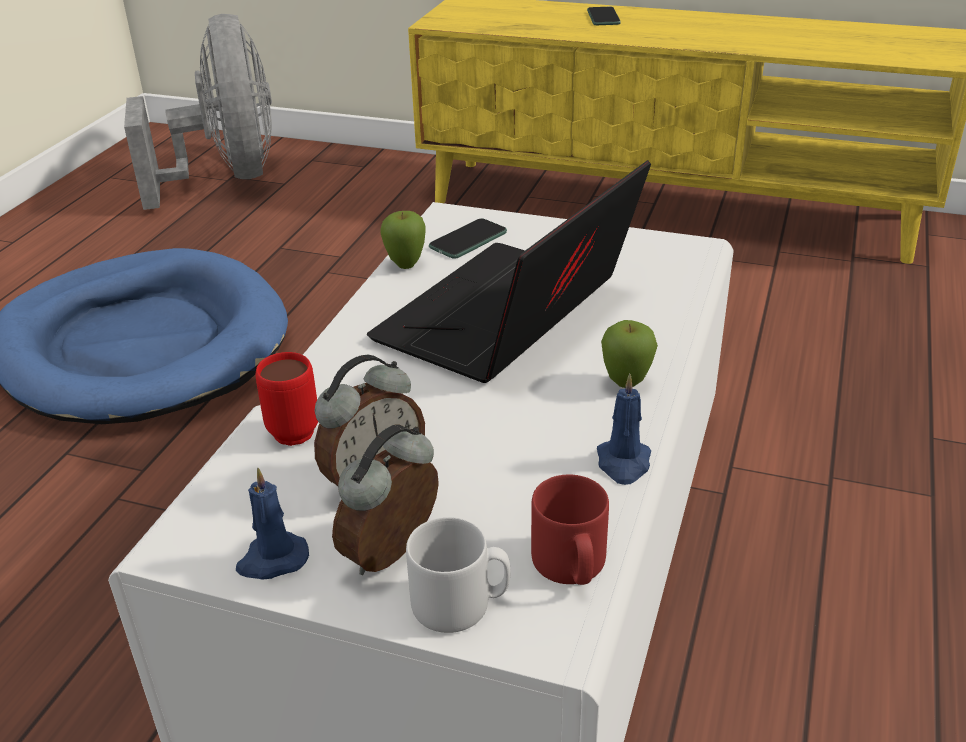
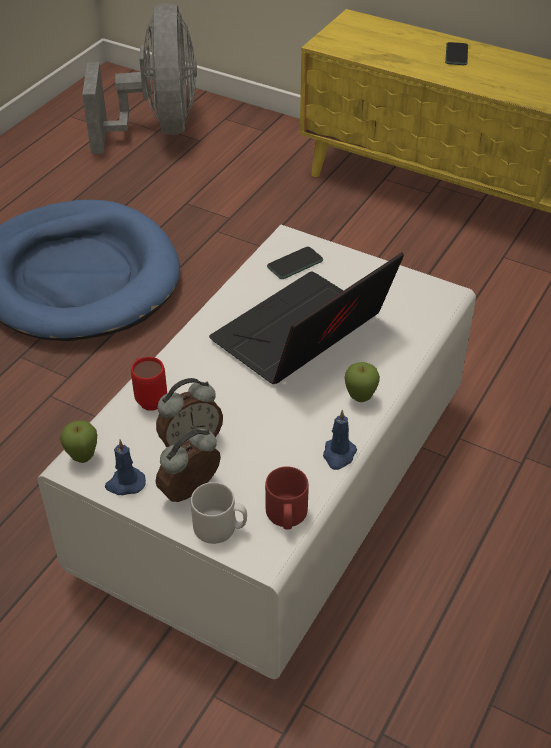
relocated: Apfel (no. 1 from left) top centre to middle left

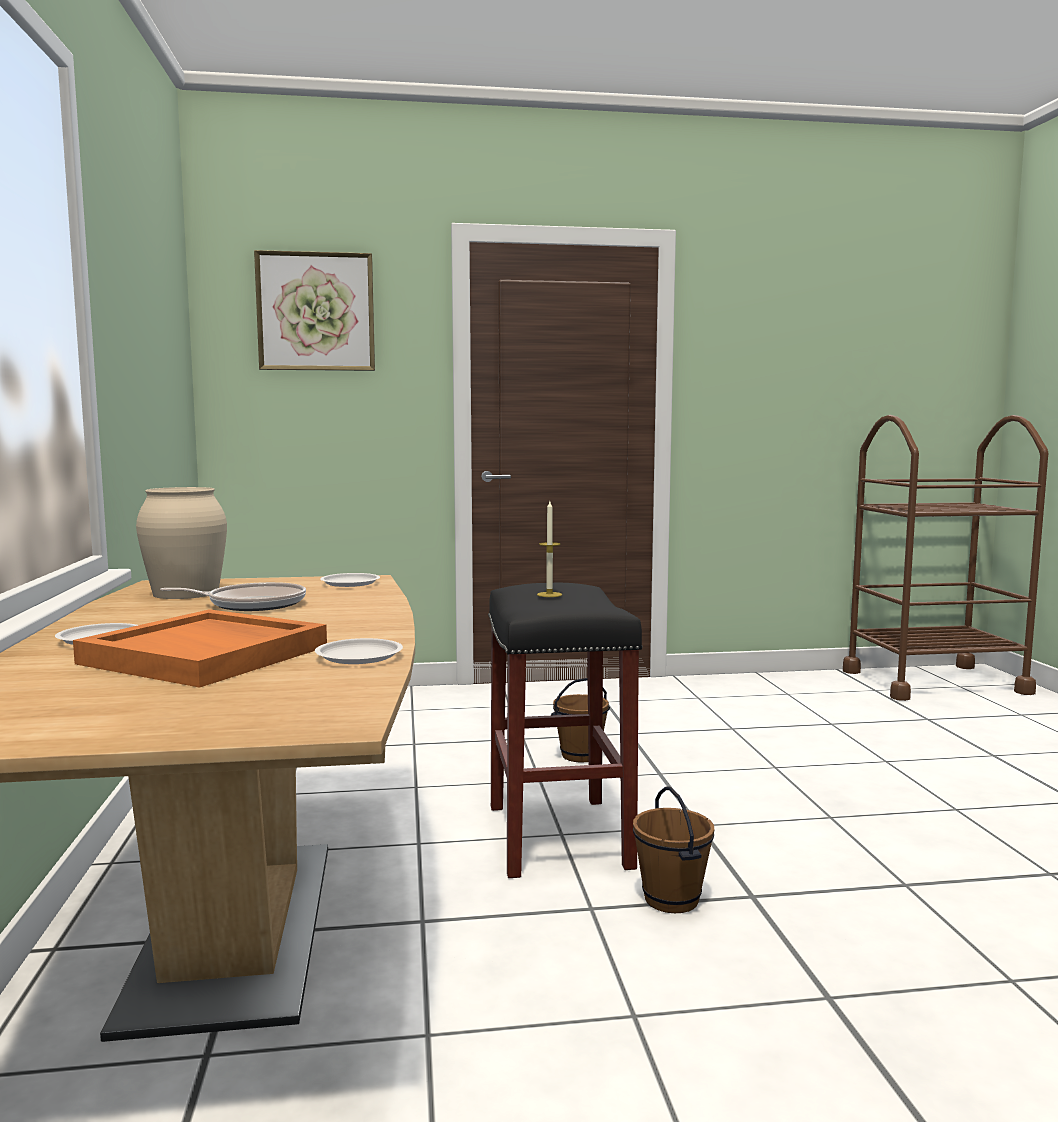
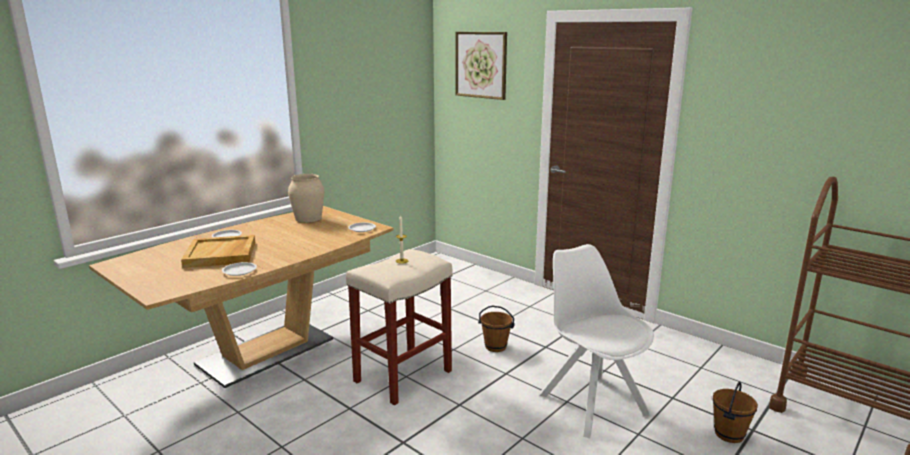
missing: Pfanne middle left
appeared: Stuhl/weiß bottom centre
relocated: Eimer/braun (no. 2 from left) bottom centre to bottom right
colour: Tablett/orange middle left to Tablett/beige middle left; Hocker/schwarz centre to Hocker/beige bottom centre

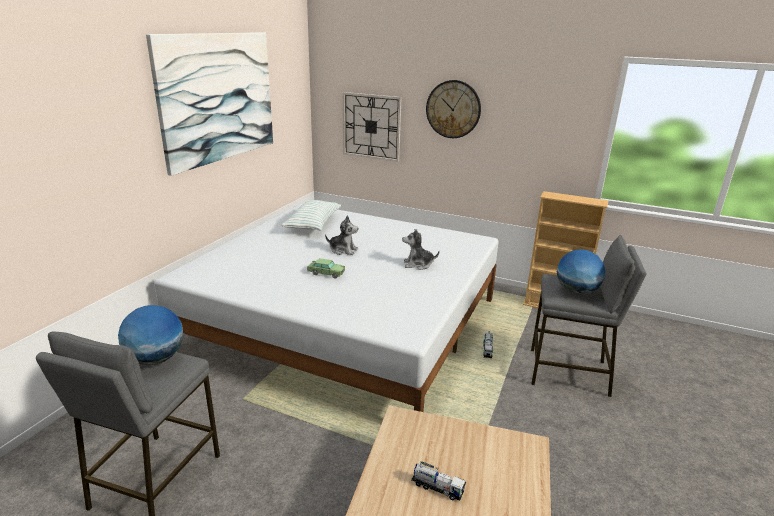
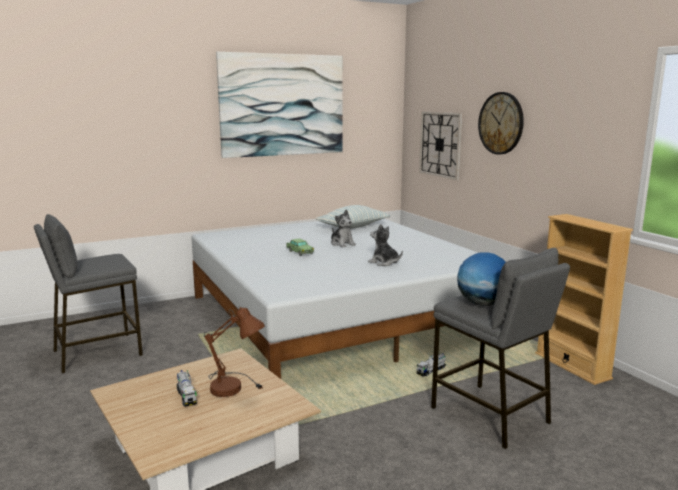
missing: Globus (no. 1 from left) middle left
appeared: Tischlampe/braun bottom centre

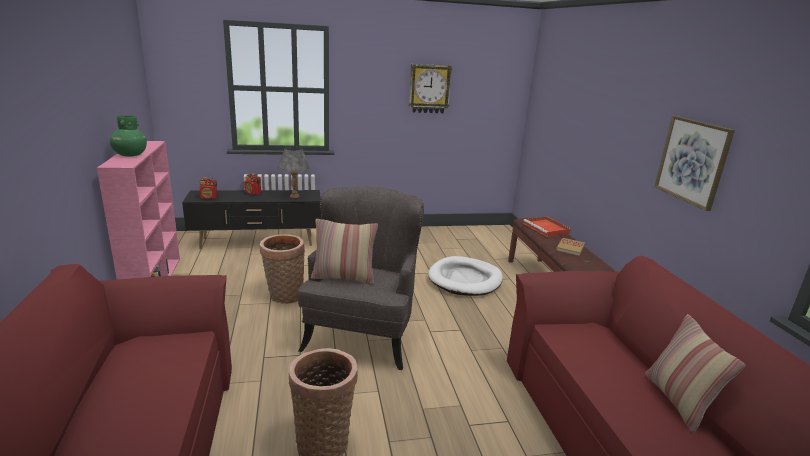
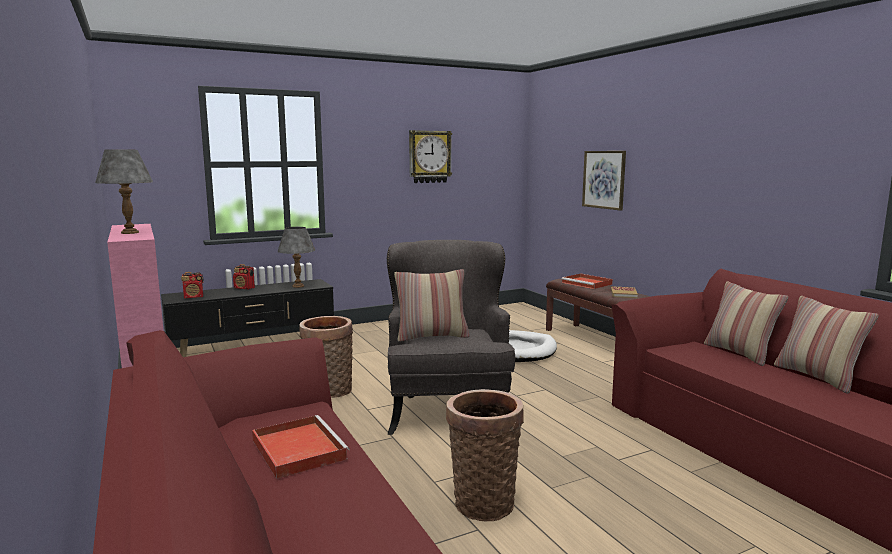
appeared: Tablett/rot (no. 1 from left) bottom centre; Kissen (no. 2 from left) middle right
relocated: Bild middle right to top right
exchanged: Vase/grün top left to Tischlampe/grau (no. 1 from left) middle left

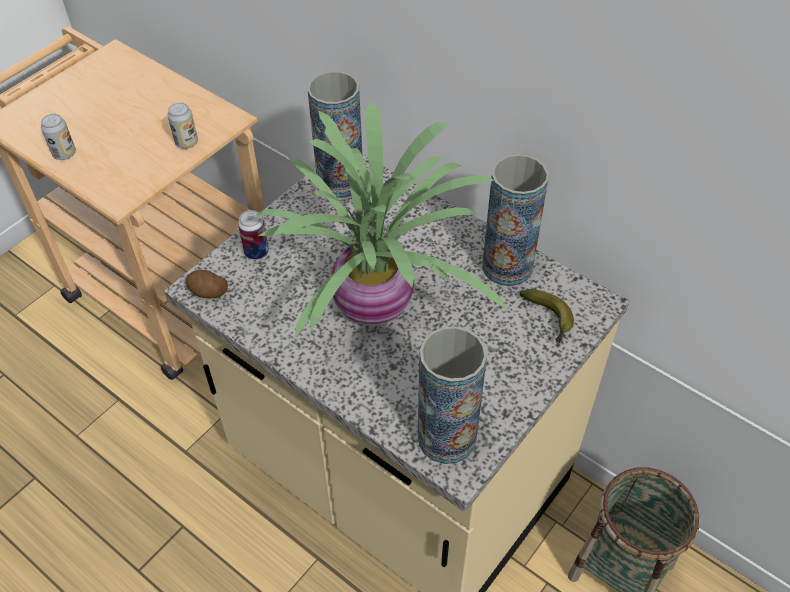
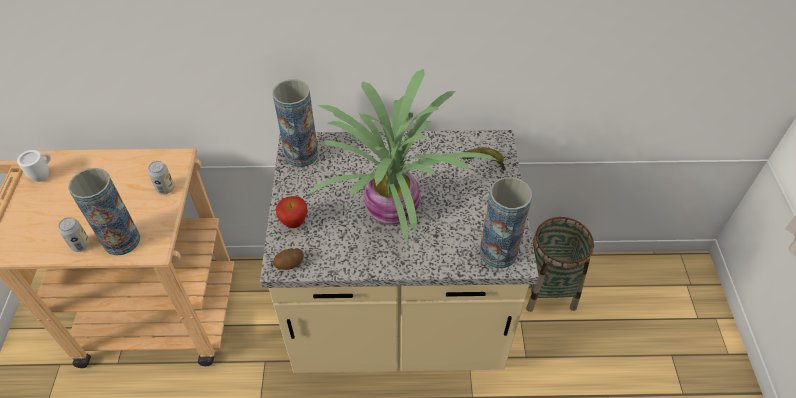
appeared: Henkelbecher/weiß middle left
relocated: Vase (no. 3 from left in the first image) centre to Vase (no. 1 from left) middle left
exchanged: Dose (no. 3 from left) middle left to Apfel centre

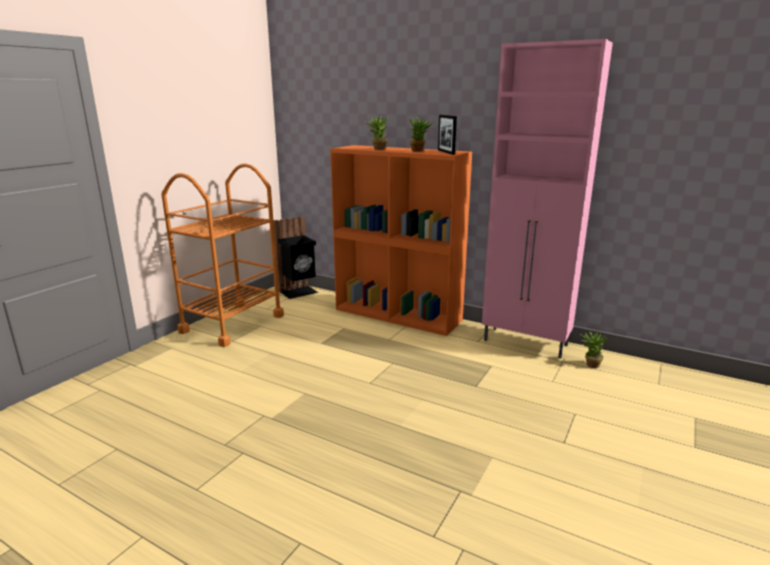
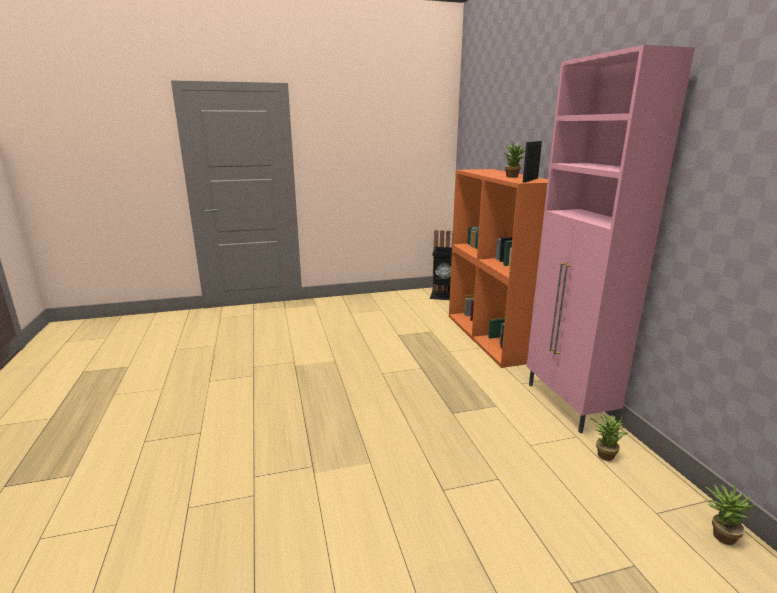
missing: Rollwagen/orange middle left
relocated: Topfpflanze (no. 1 from left in the first image) top centre to Topfpflanze (no. 3 from left) bottom right

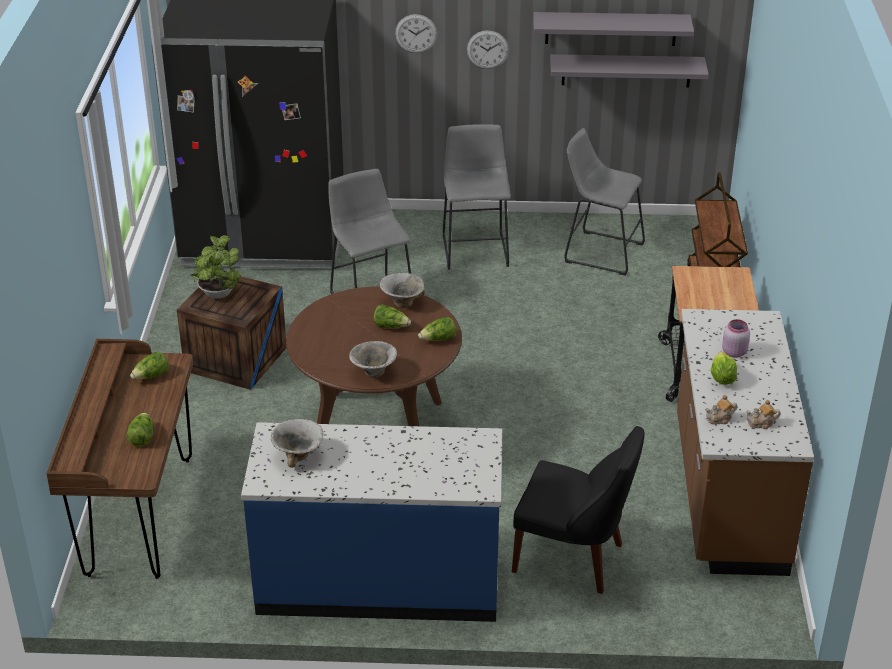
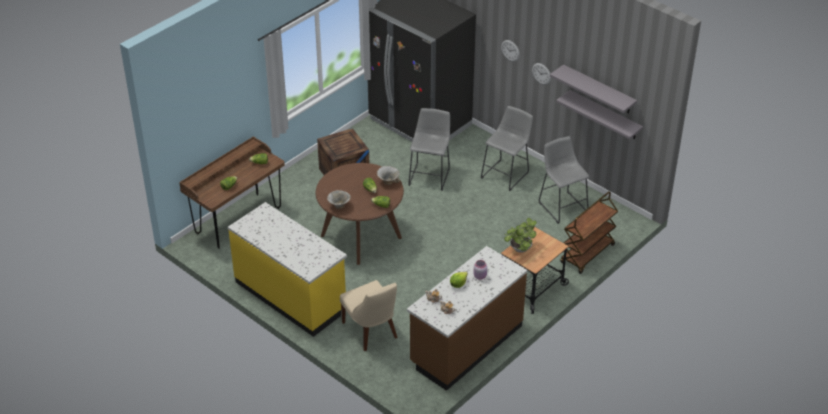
missing: Schüssel (no. 1 from left) middle left
relocated: Topfpflanze middle left to centre
colour: Küchenzeile/blau bottom centre to Küchenzeile/gelb centre; Stuhl/schwarz bottom centre to Stuhl/beige bottom centre

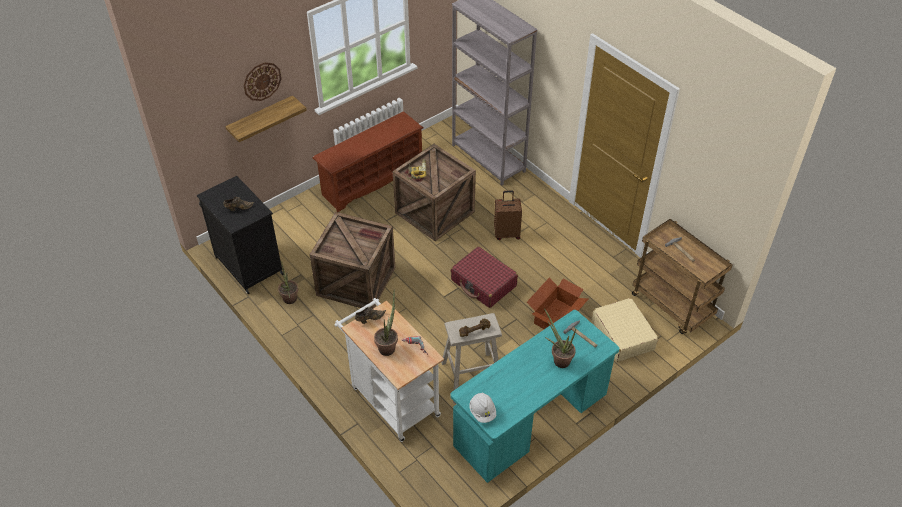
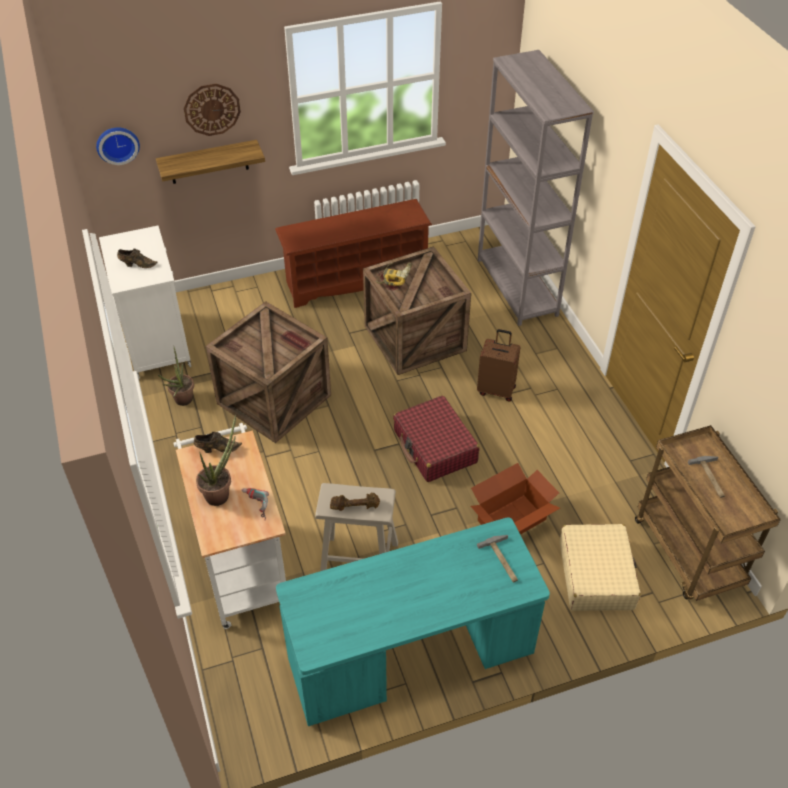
missing: Schutzhelm/weiß bottom centre; Topfpflanze (no. 3 from left) bottom centre
appeared: Wanduhr (no. 1 from left) top left
colour: Schrank/schwarz middle left to Schrank/weiß middle left

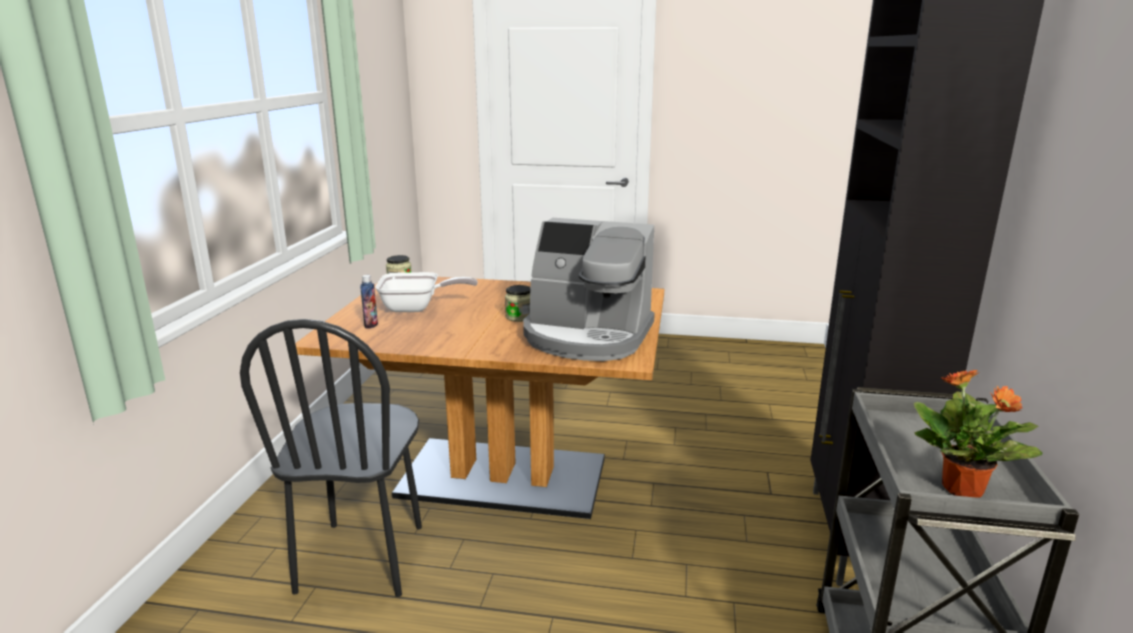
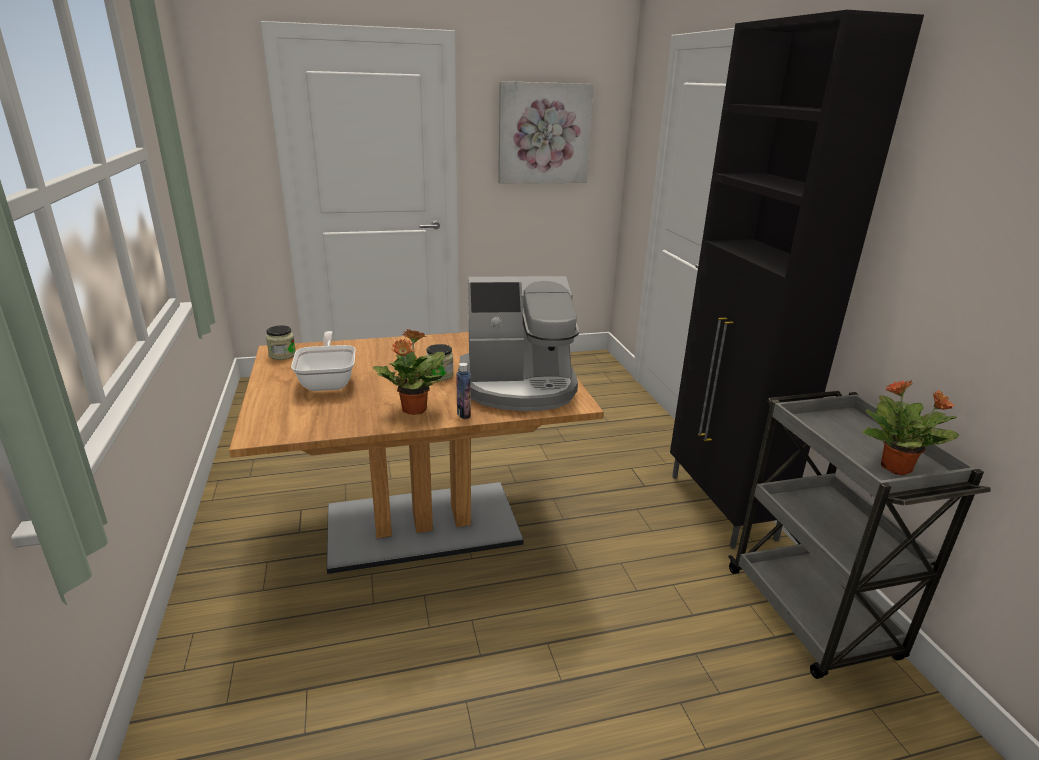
missing: Stuhl/schwarz bottom left
appeared: Topfpflanze (no. 1 from left) centre; Bild top centre
relocated: Flasche middle left to centre
spun: Pfanne centre = middle left 75 degrees counterclockwise

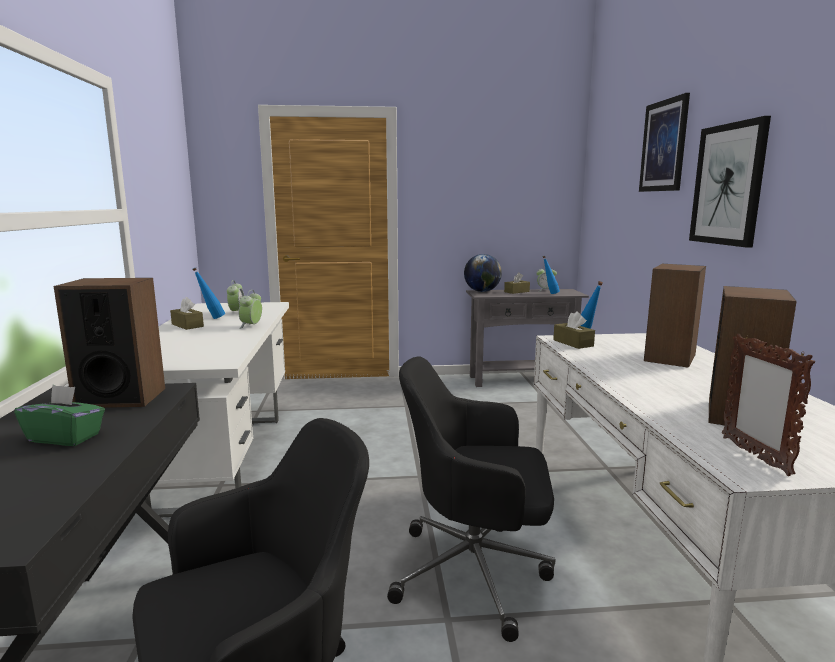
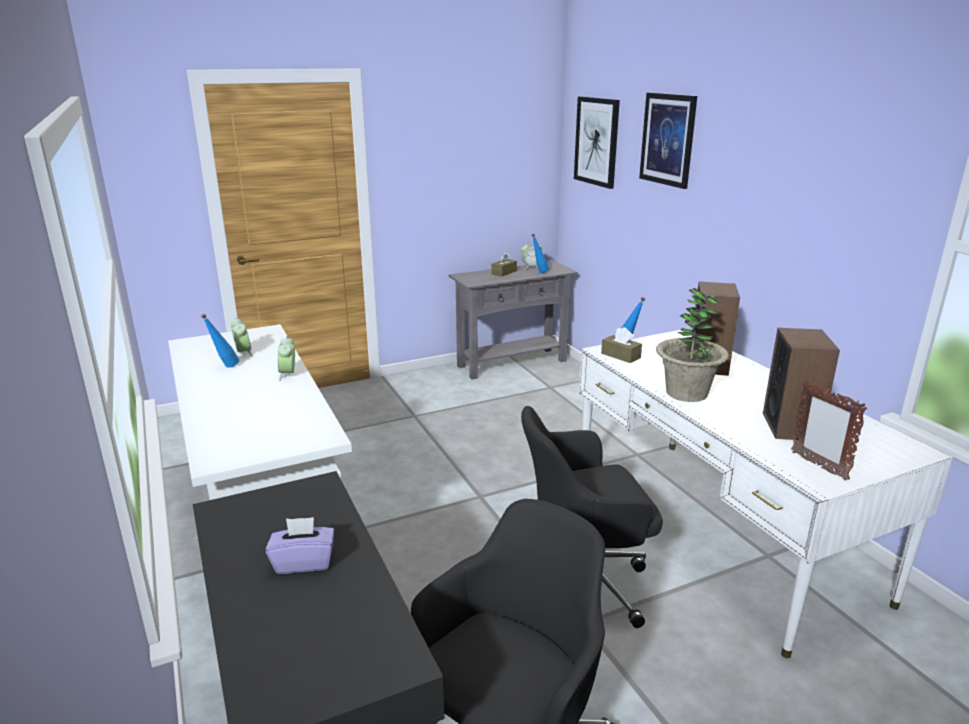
missing: Lautsprecher (no. 1 from left) middle left; Taschentuchbox/braun (no. 1 from left) middle left; Globus centre
appeared: Topfpflanze middle right
relocated: Bild (no. 2 from left in the first image) top right to Bild (no. 1 from left) top centre
colour: Taschentuchbox/grün middle left to Taschentuchbox/lila bottom left

